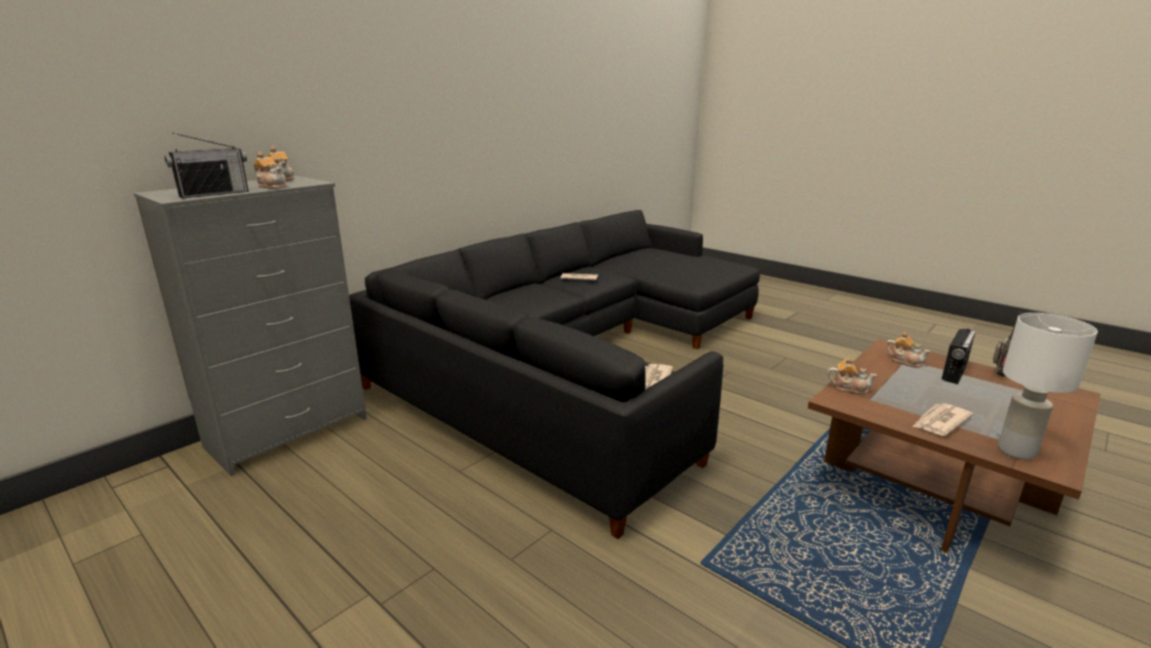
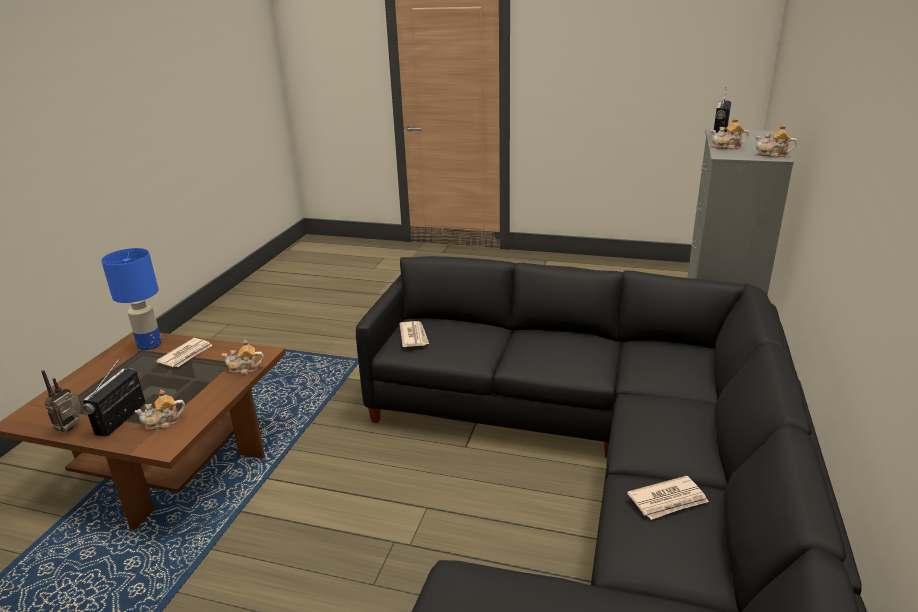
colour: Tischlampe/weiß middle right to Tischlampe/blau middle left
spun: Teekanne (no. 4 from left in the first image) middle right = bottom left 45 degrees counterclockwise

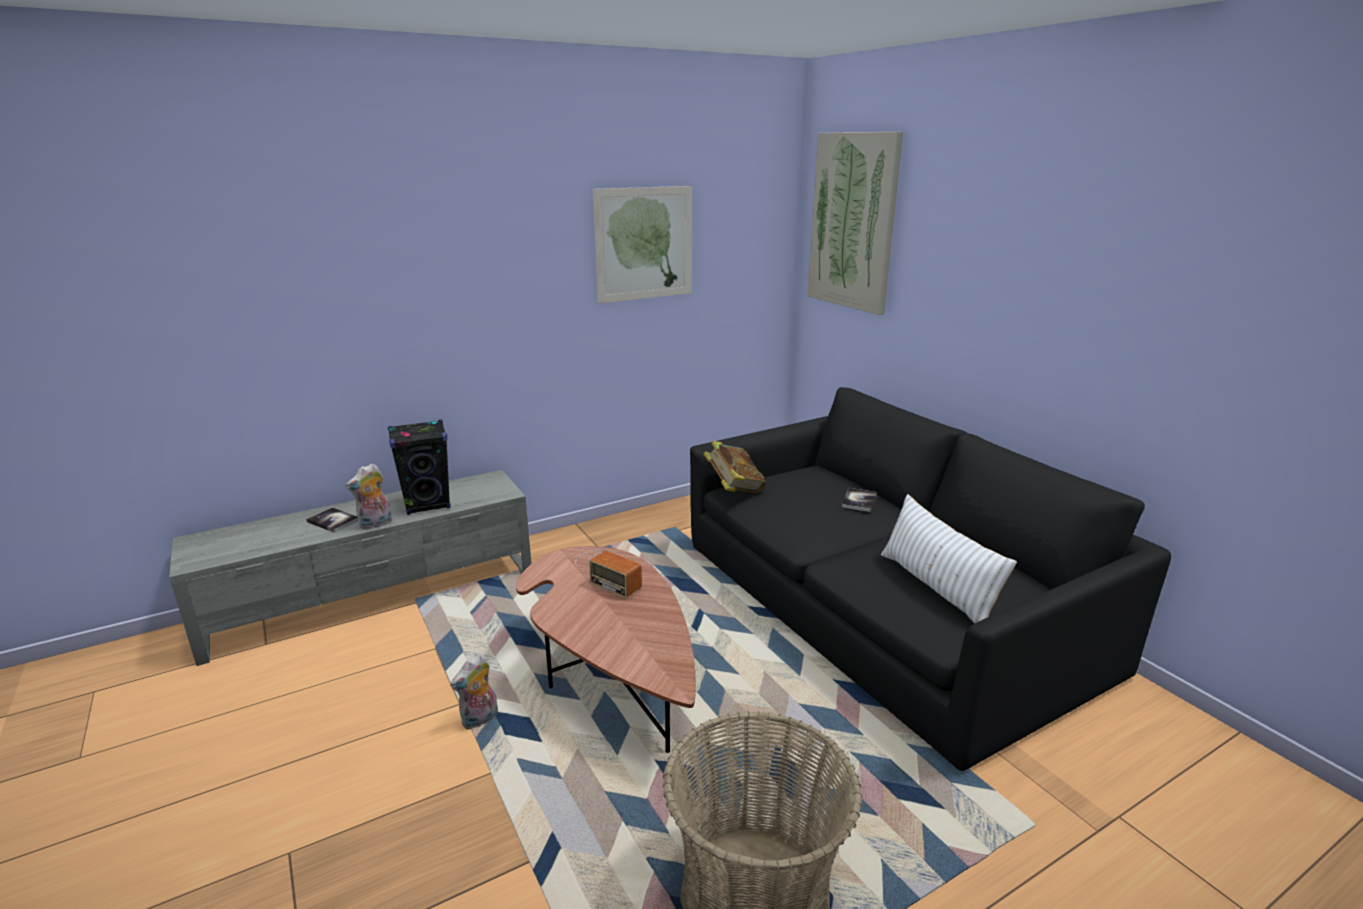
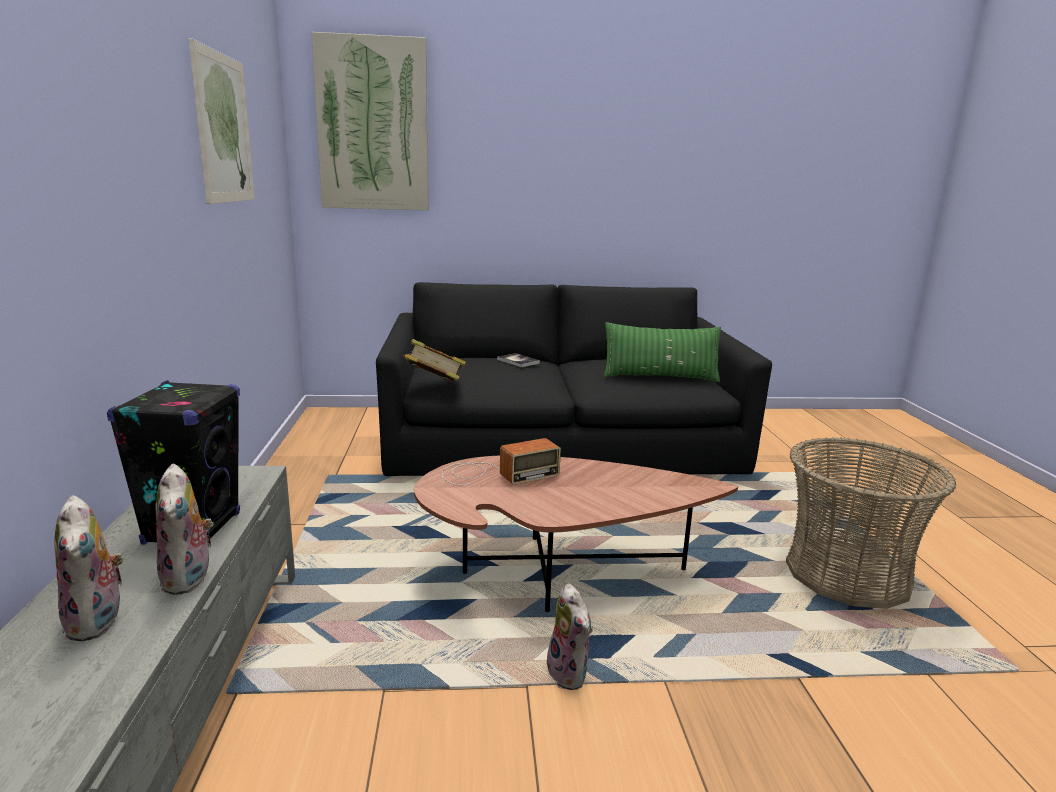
exchanged: Buch (no. 1 from left) middle left to Plüschtier (no. 1 from left) bottom left
colour: Kissen/weiß middle right to Kissen/grün centre

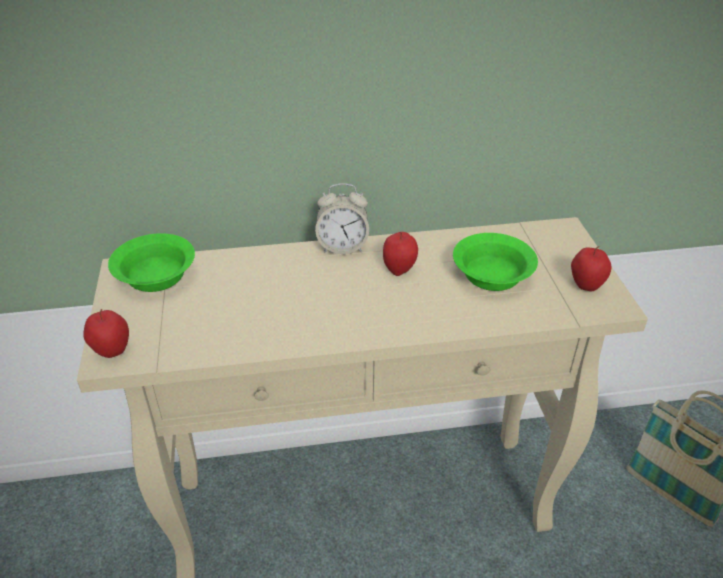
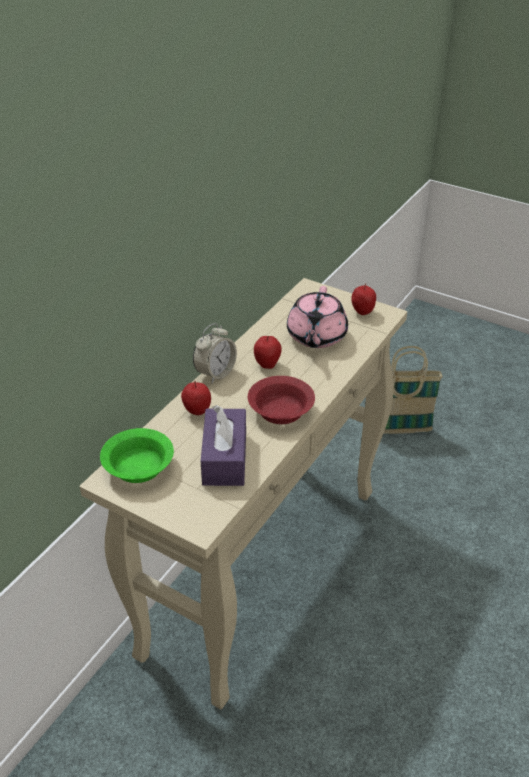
appeared: Taschentuchbox/lila centre; Schüssel/rot centre
relocated: Apfel (no. 1 from left) middle left to centre
exchanged: Schüssel/grün (no. 2 from left) middle right to Teekanne/rosa centre

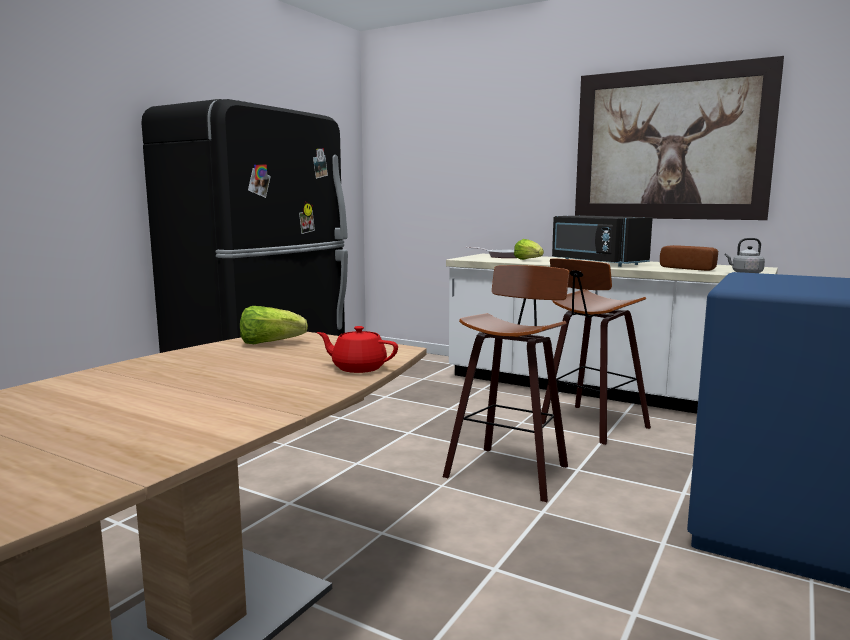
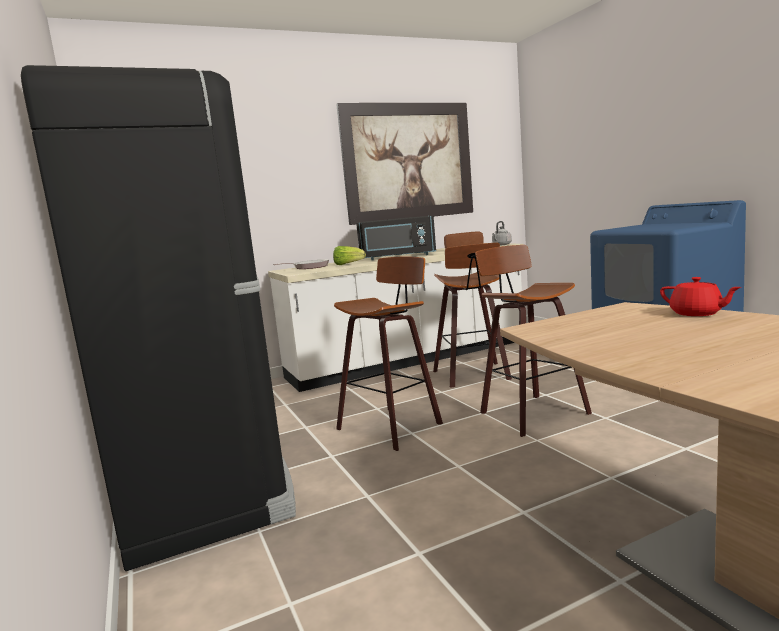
missing: Salatkopf (no. 1 from left) middle left
appeared: Hocker (no. 1 from left) centre
spun: Teekanne/rot centre = middle right 90 degrees counterclockwise

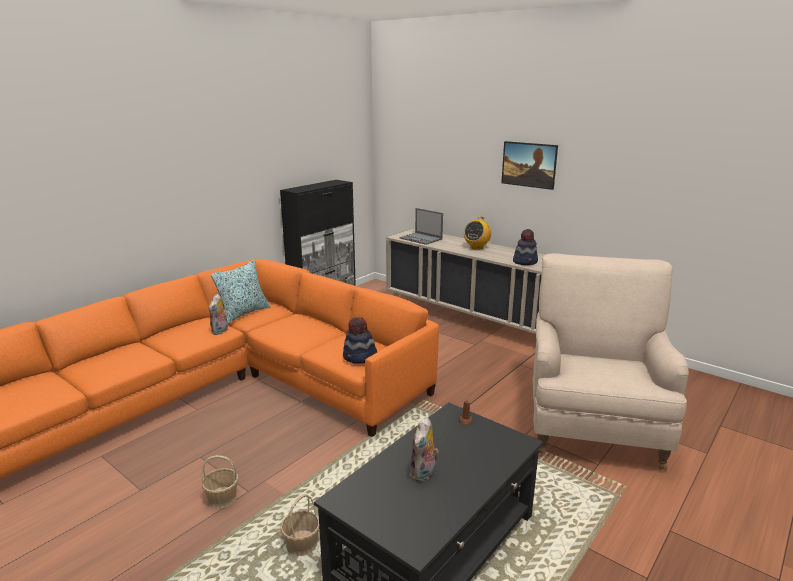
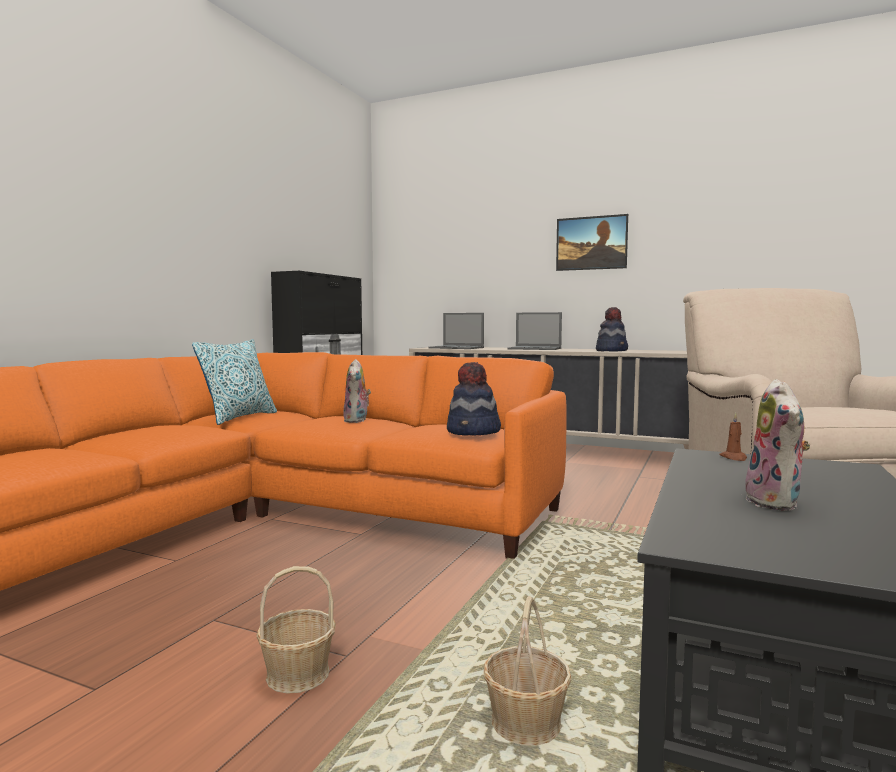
relocated: Plüschtier (no. 1 from left) middle left to centre
exchanged: Radio centre to Laptop (no. 2 from left) centre

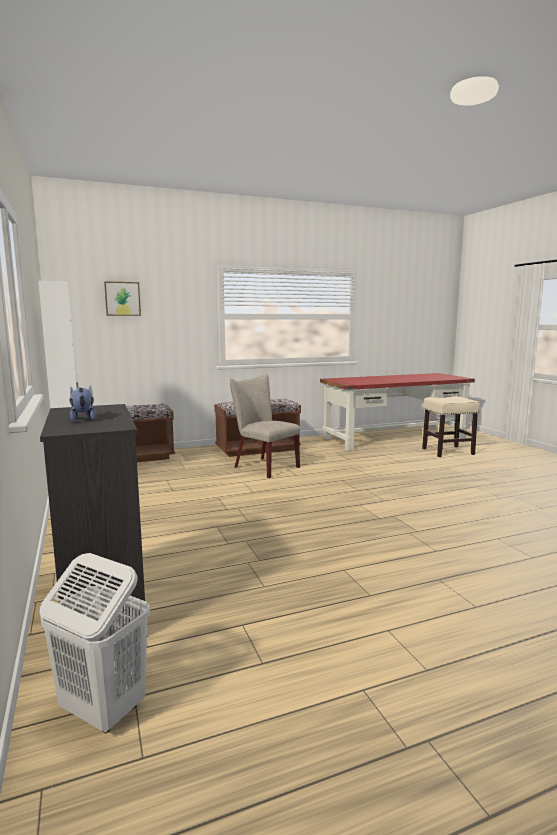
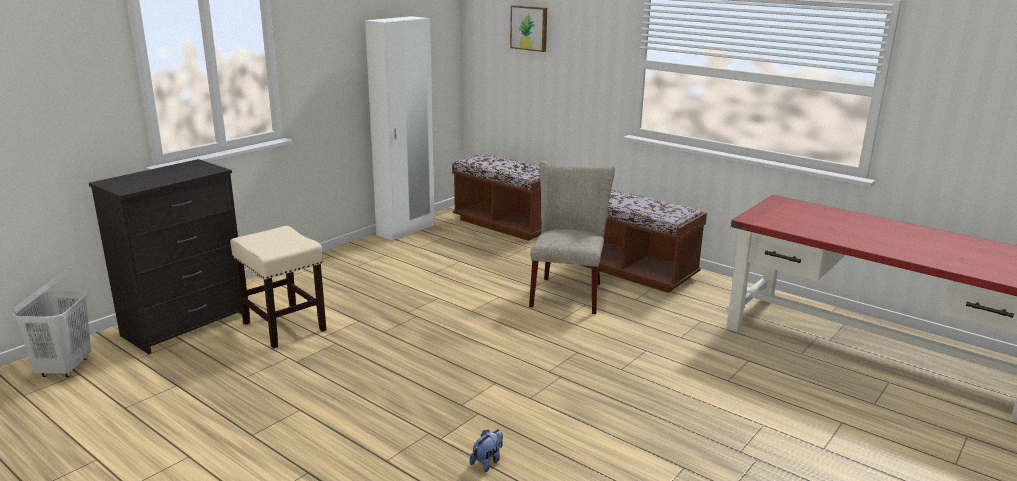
relocated: Plüschtier middle left to bottom centre; Hocker/beige middle right to middle left

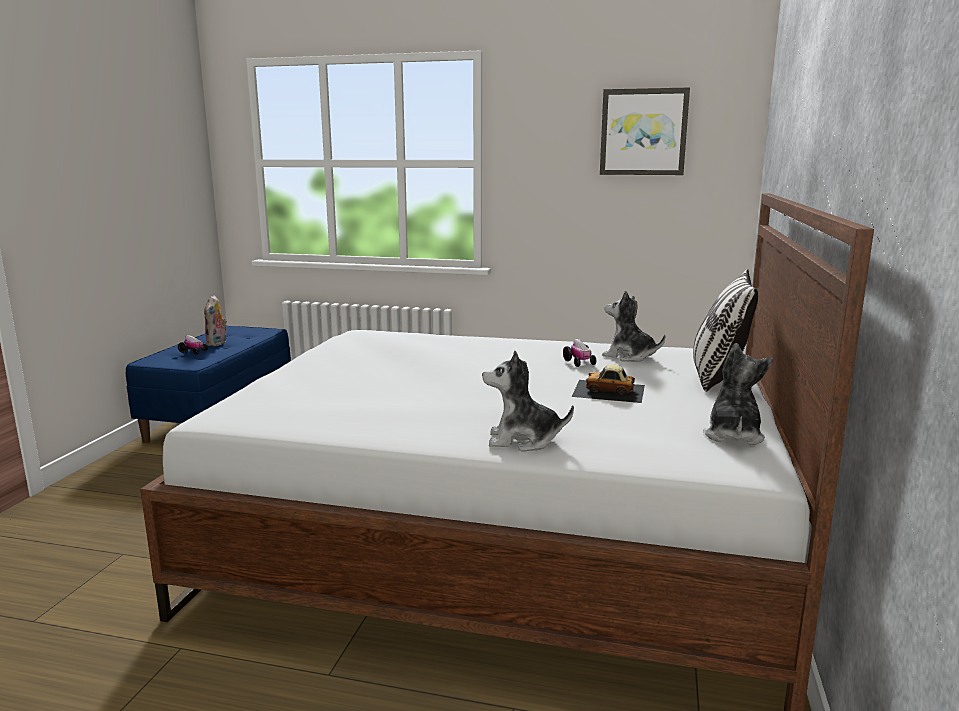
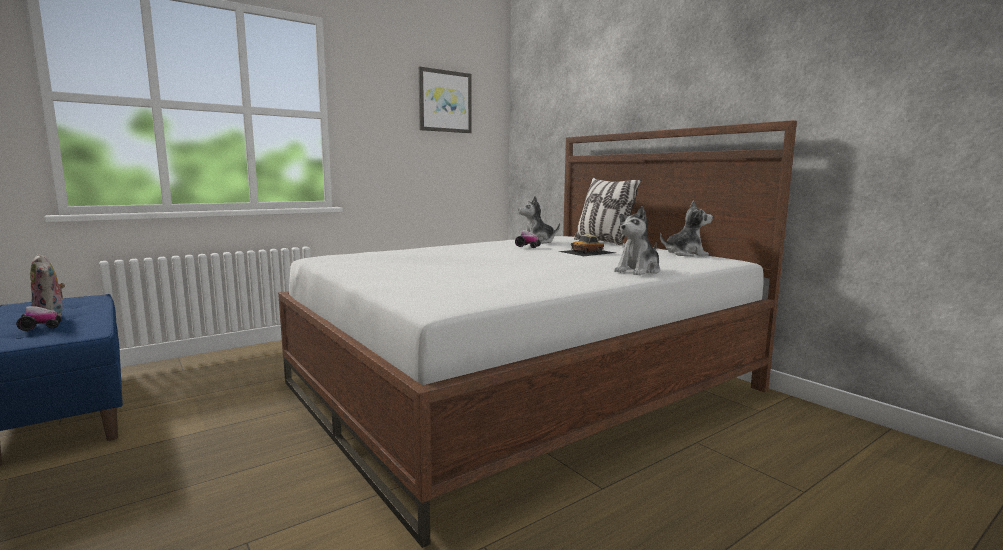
spun: Plüschtier (no. 4 from left) middle right = middle right 120 degrees clockwise

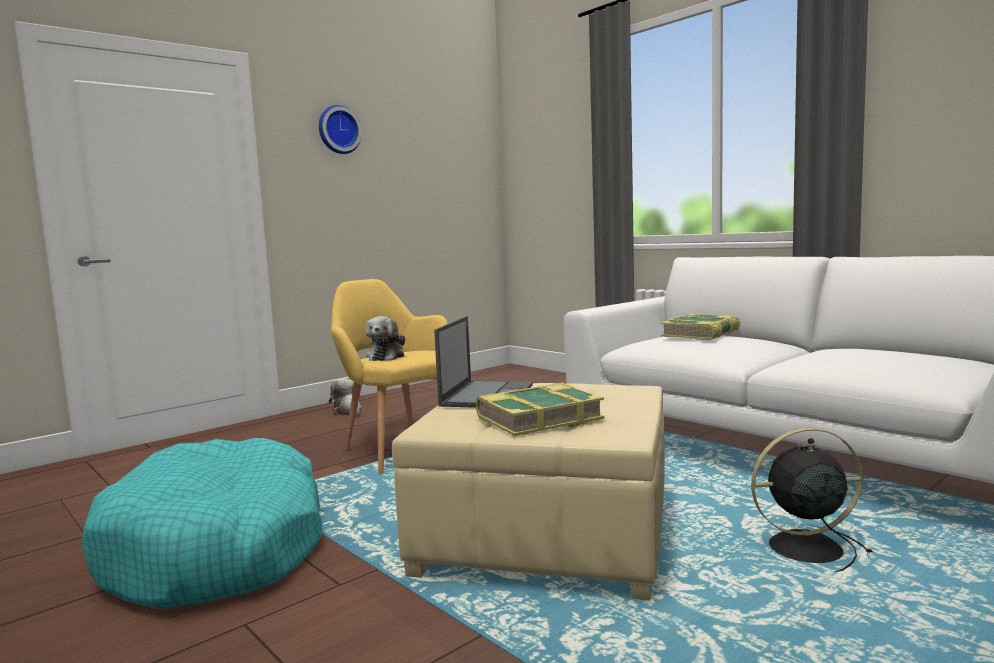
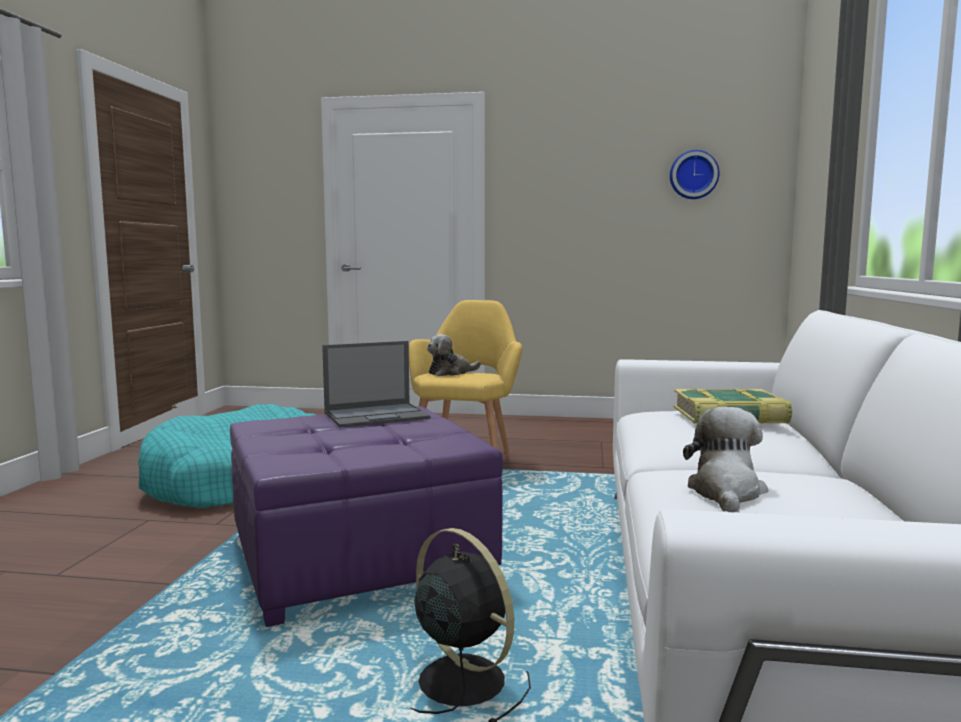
missing: Buch (no. 1 from left) centre
relocated: Wanduhr top centre to top right; Plüschtier (no. 1 from left in the first image) centre to Plüschtier (no. 2 from left) middle right
colour: Polsterhocker/beige bottom centre to Polsterhocker/lila bottom centre

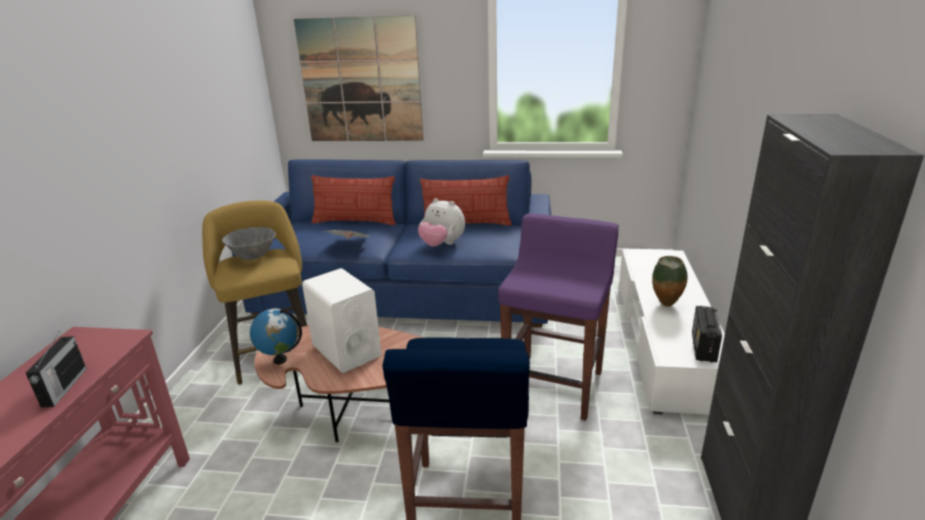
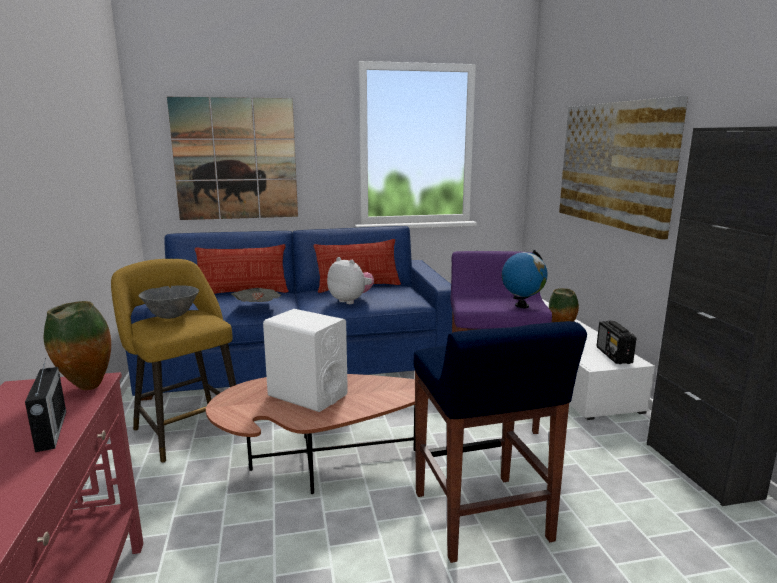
appeared: Vase (no. 1 from left) middle left; Bild (no. 2 from left) top right
relocated: Globus middle left to middle right
spun: Plüschtier centre = centre 150 degrees counterclockwise

